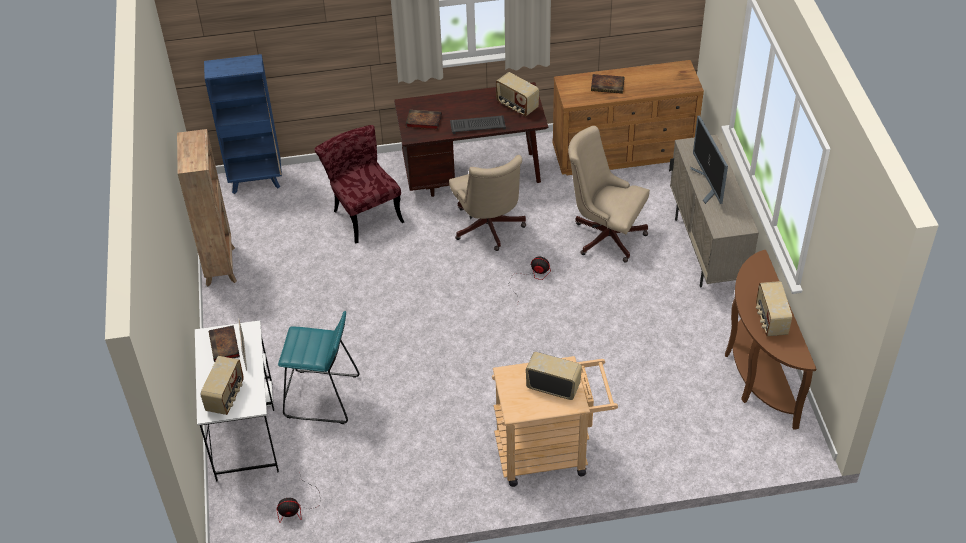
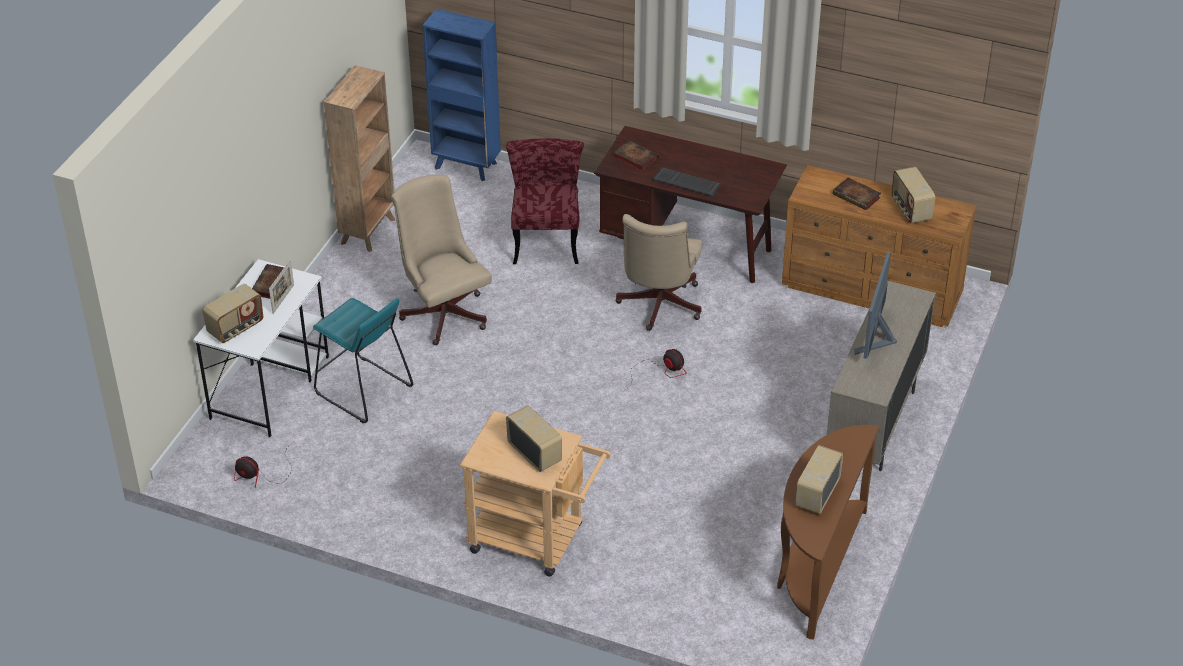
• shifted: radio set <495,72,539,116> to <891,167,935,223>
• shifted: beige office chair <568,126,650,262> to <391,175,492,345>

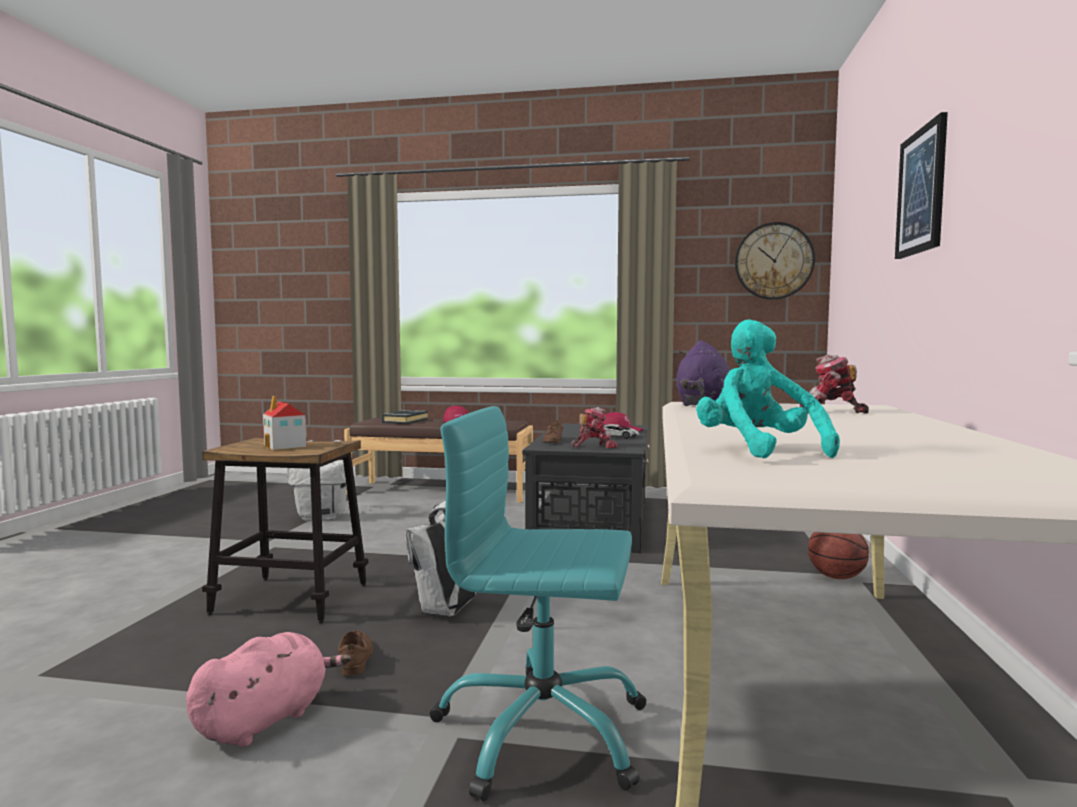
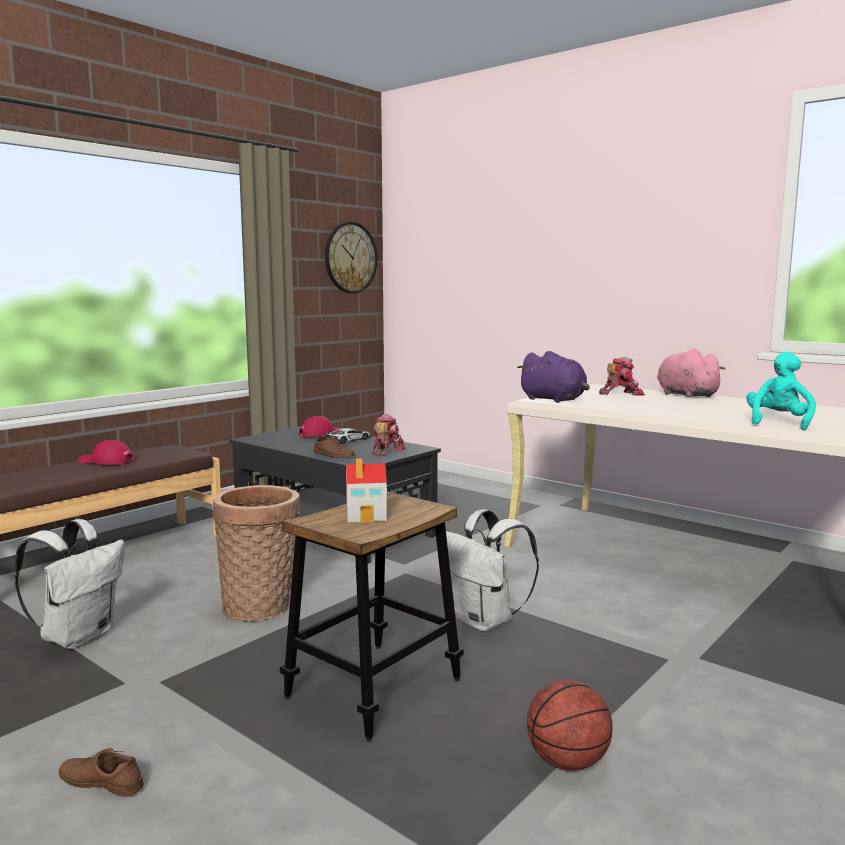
• gone: black-coloured bound book <382,410,429,424>
• gone: blue-green office chair <430,406,647,801>
• gone: picture <895,112,948,259>
• new: household basket <212,485,300,622>
• shifted: pink soft toy <186,632,351,747> to <657,349,726,398>
• shifted: brown-coloured low shoe <338,630,373,676> to <59,748,144,797>
• shifted: basketball <808,532,869,579> to <527,680,613,771>
• rotated: blue-green soft toy <696,320,840,459> = <746,352,816,431> 105 degrees clockwise
• rotated: toy robot <800,355,869,414> = <599,357,645,396> 150 degrees counterclockwise

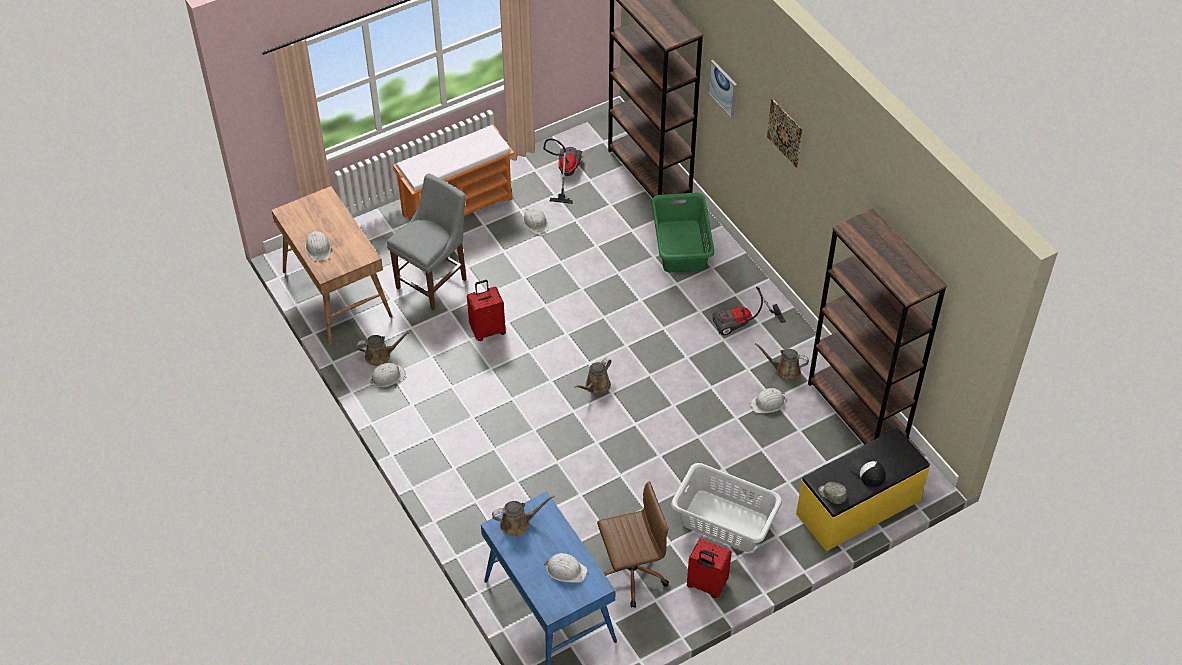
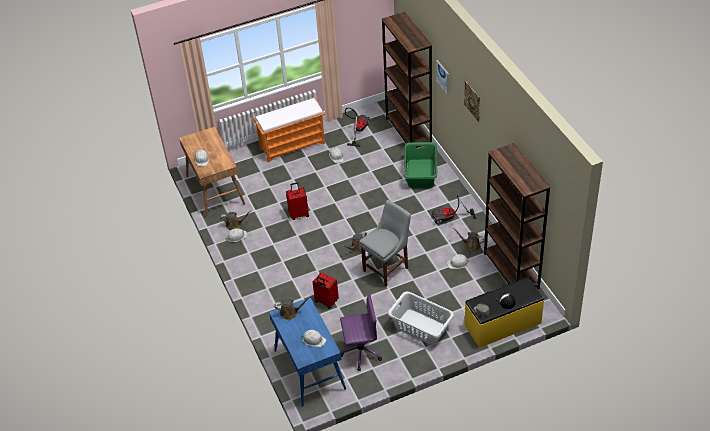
• shifted: grey upright chair <387,173,466,310> to <359,200,411,287>
• shifted: red suitcase <687,539,732,598> to <313,272,339,308>
• repainted: brown-coloured office chair <597,481,669,608> to purple-coloured office chair <340,294,382,371>

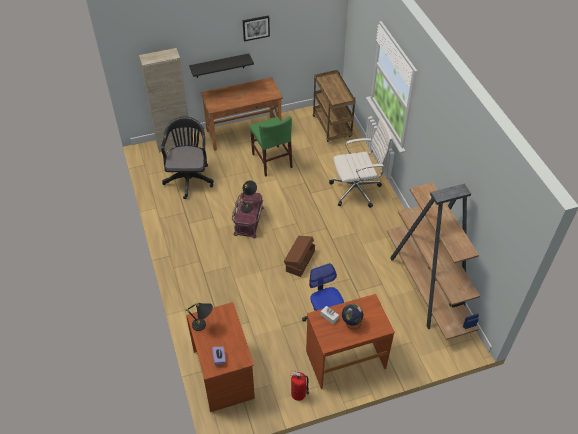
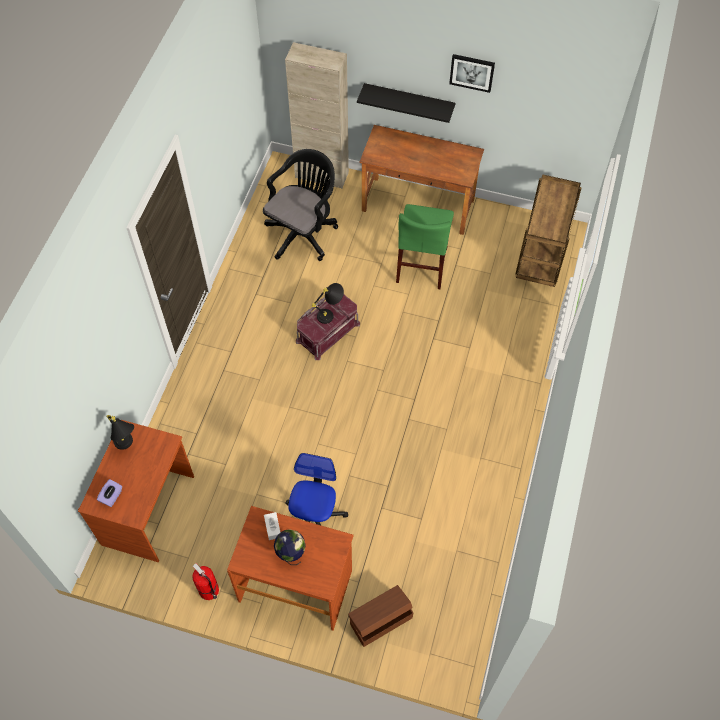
• gone: whitish office chair <329,117,392,208>
• gone: brown-coloured shelving unit <387,182,480,340>
• shifted: brown-coloured storage bin <284,236,315,277> to <348,585,413,647>

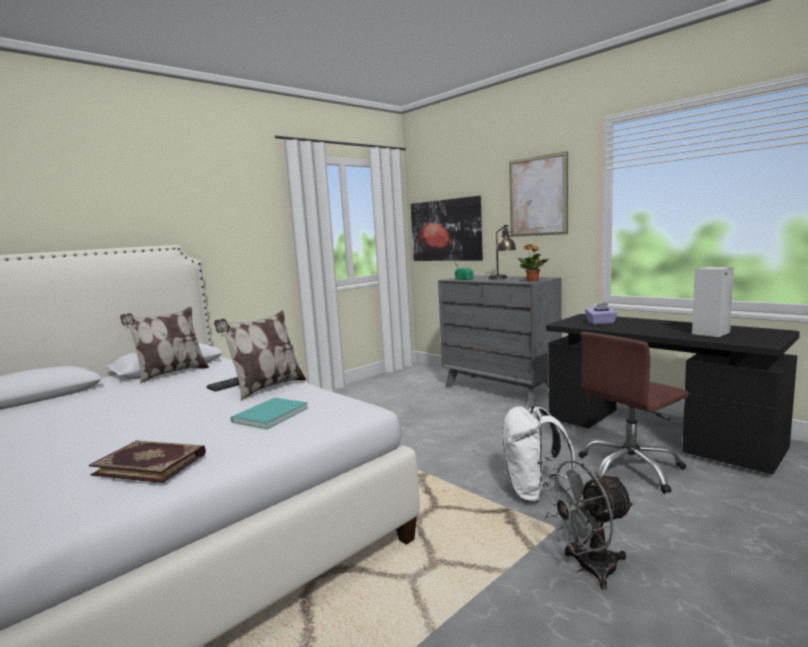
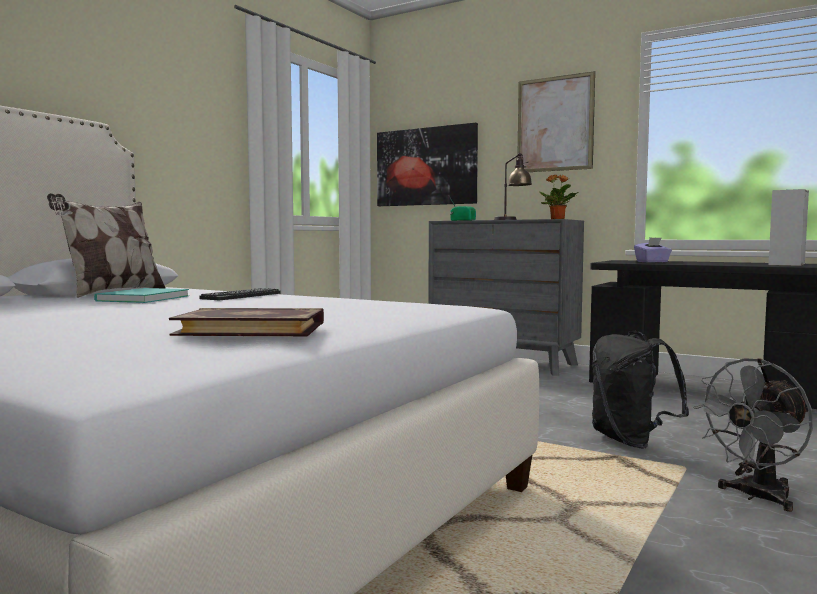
• gone: cushion <214,310,306,401>
• gone: brown-coloured office chair <579,332,689,494>
• shifted: blue-green bound book <231,398,308,429> to <94,288,189,303>
• repainted: whitish knapsack <502,406,577,503> to black-coloured knapsack <592,330,689,448>

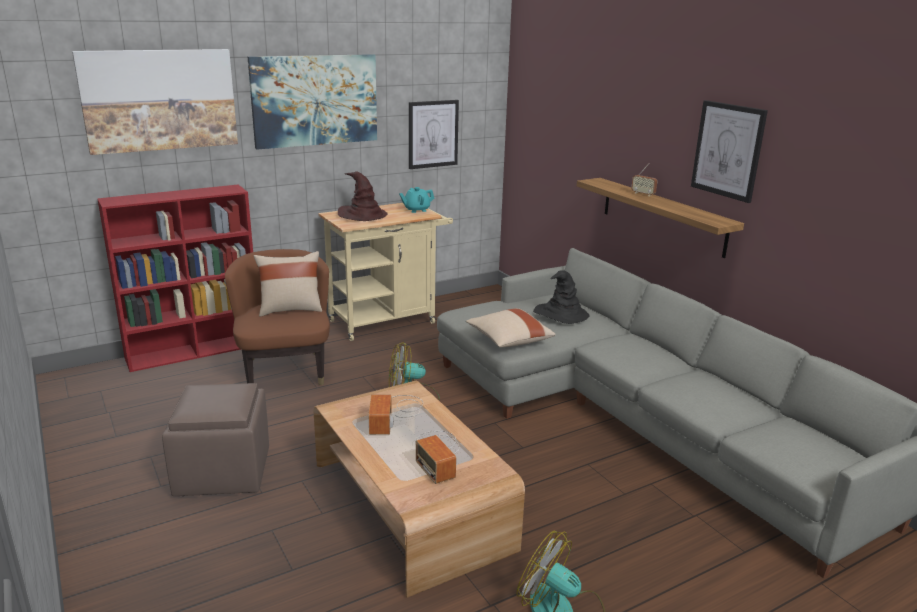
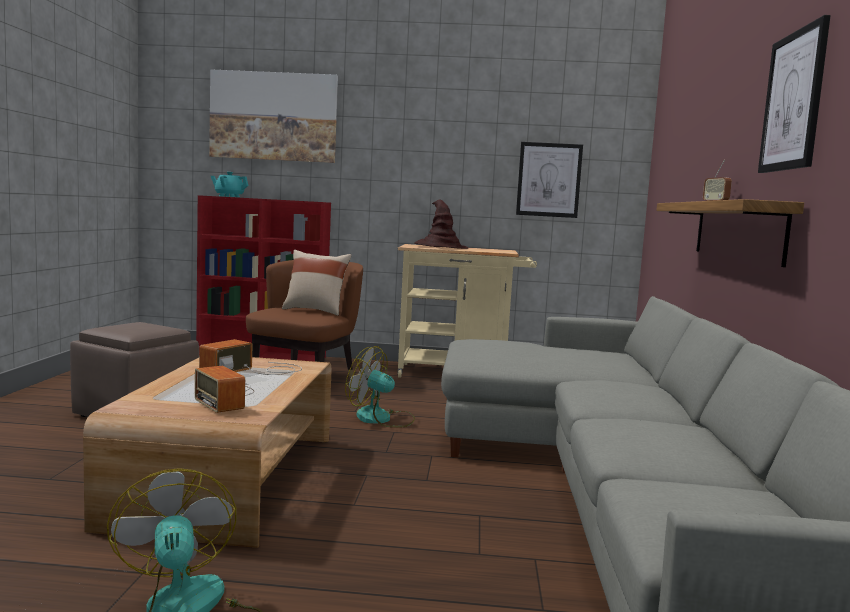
• gone: picture <248,54,377,149>
• gone: beige cushion <466,308,556,347>
• gone: black-coloured clothing hat <533,271,590,324>
• shifted: blue-green tea pot <399,187,434,213> to <211,172,248,197>
• rotated: radio set <416,431,460,484> = <195,366,254,413> 45 degrees counterclockwise

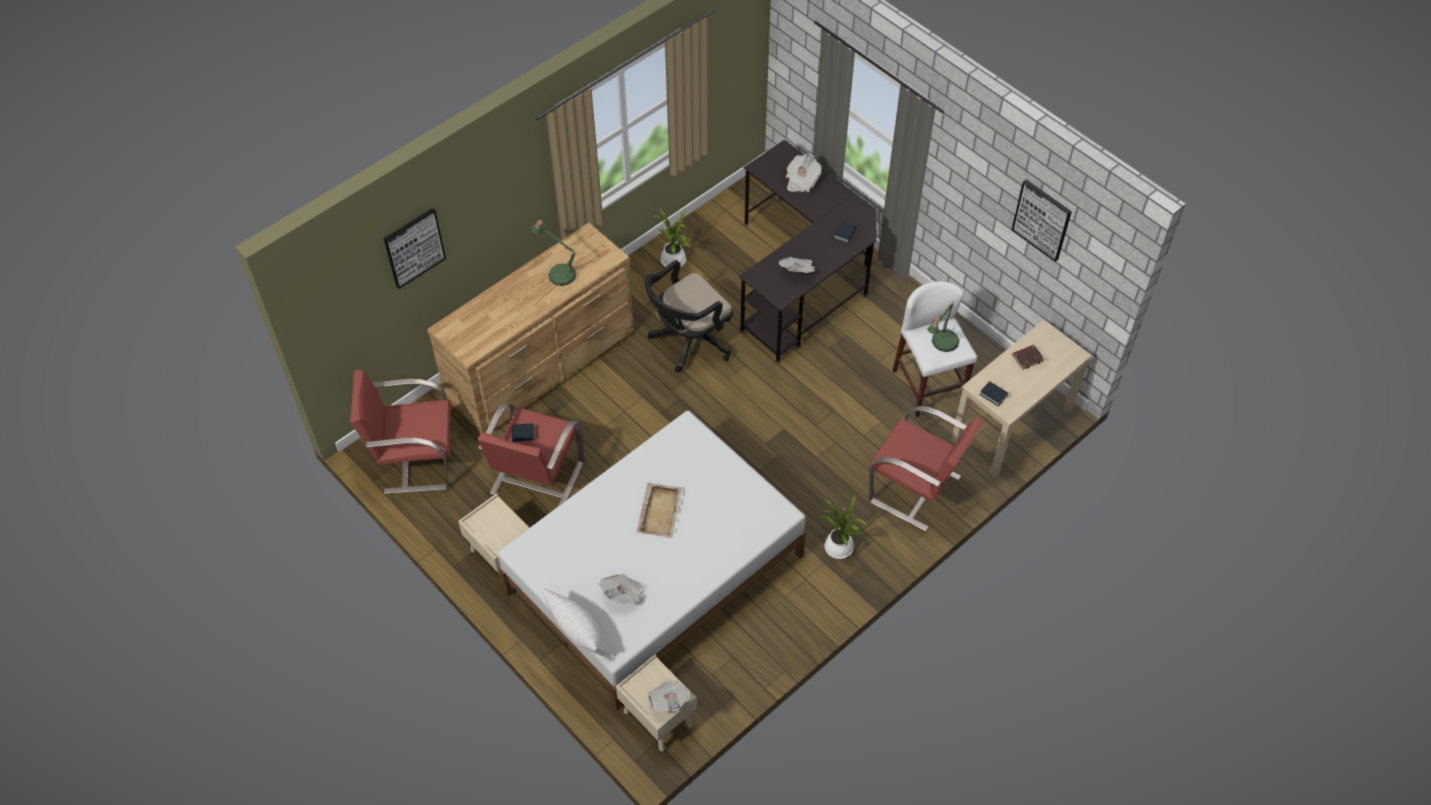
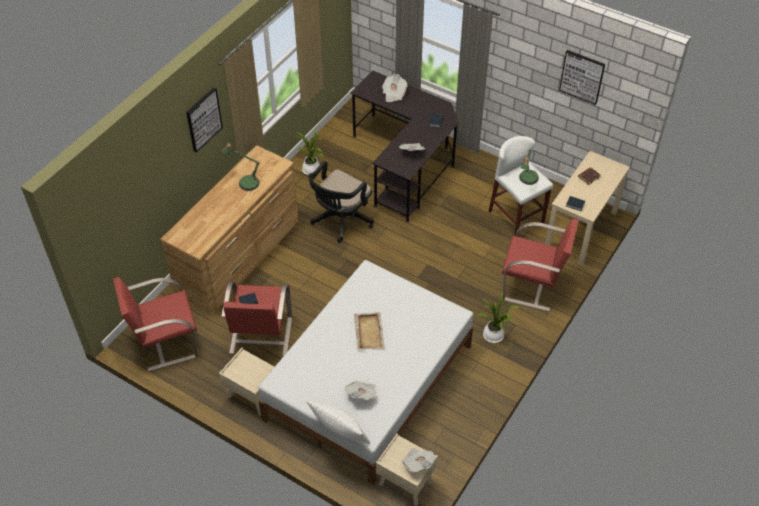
• shifted: picture <384,208,446,289> to <186,88,223,153>

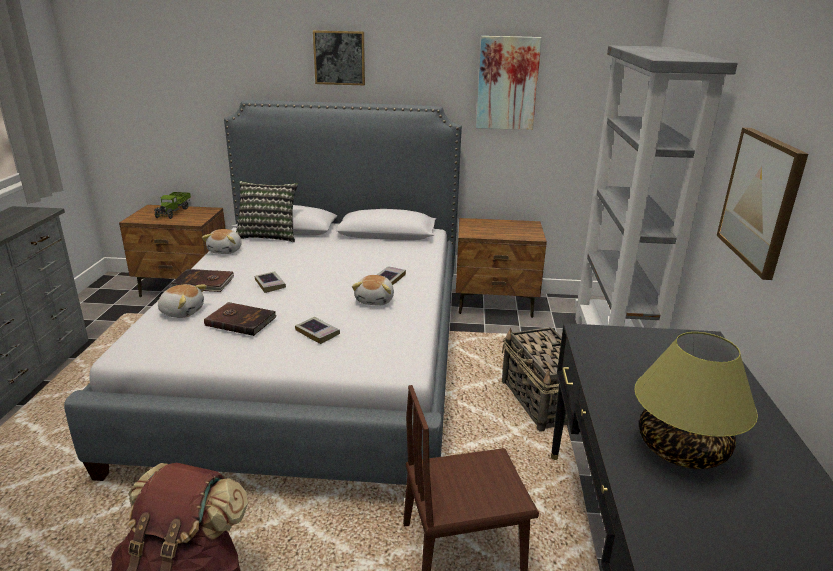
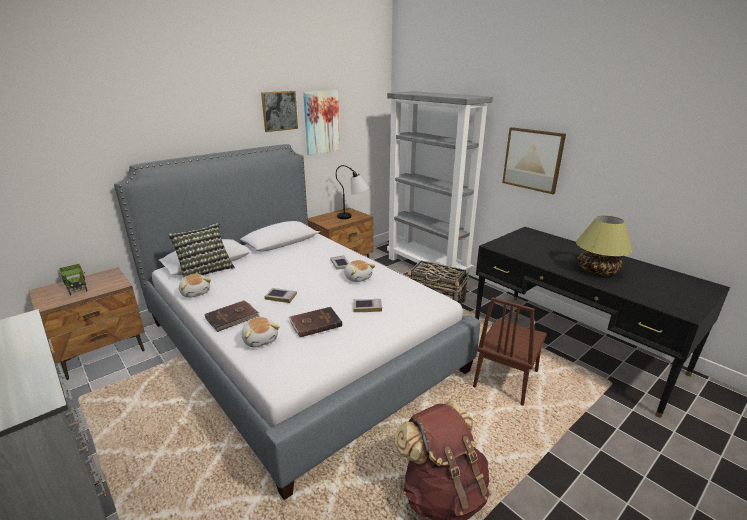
• new: table lamp <336,165,370,219>
• shifted: picture <313,30,365,85> to <261,91,298,132>
• rotated: soft toy <157,284,207,318> = <241,317,280,347> 90 degrees clockwise

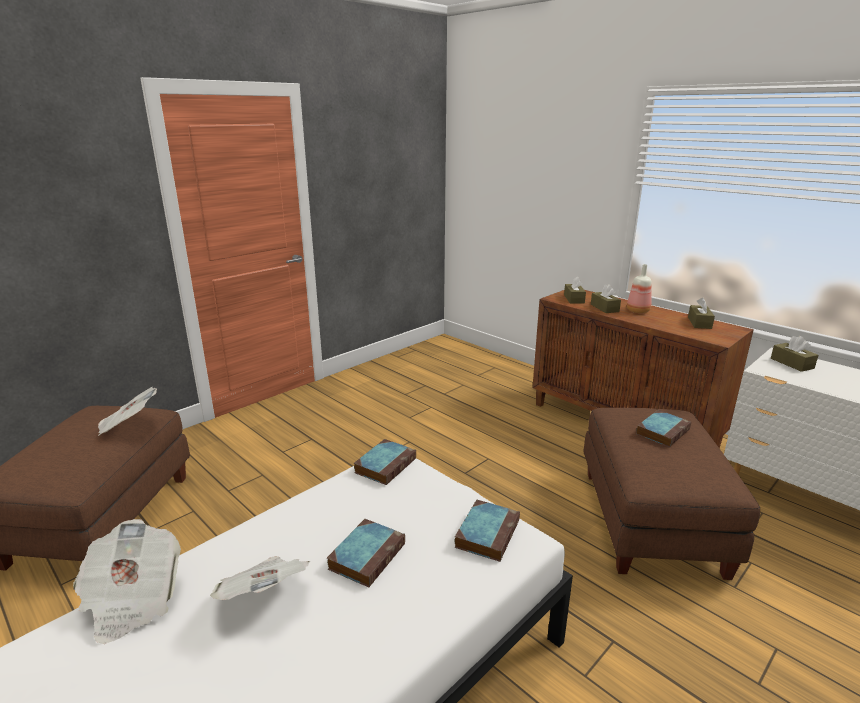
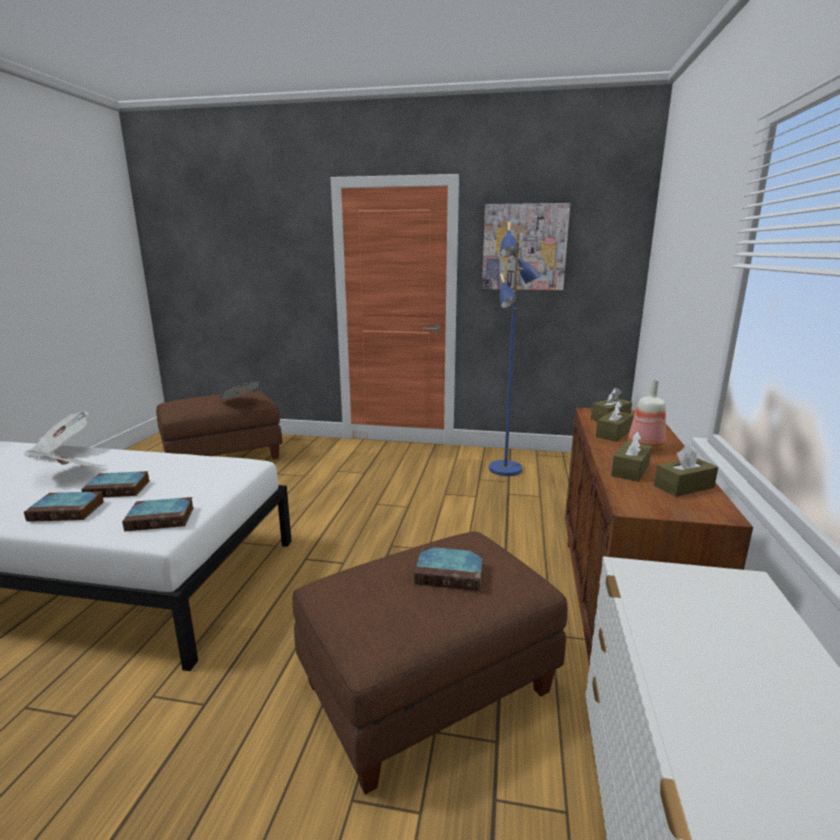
• new: picture <482,203,570,290>
• new: bluish floor lamp <489,221,540,476>
• shifted: bound book <354,439,416,485> to <24,491,105,522>
• shifted: brown-coloured tissue box <771,336,818,372> to <611,431,652,482>

